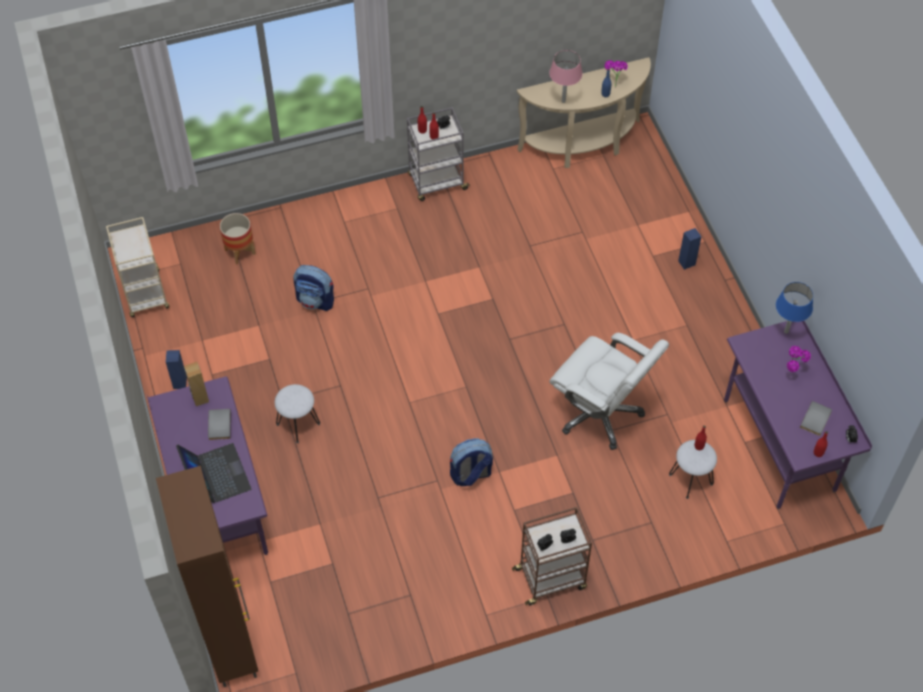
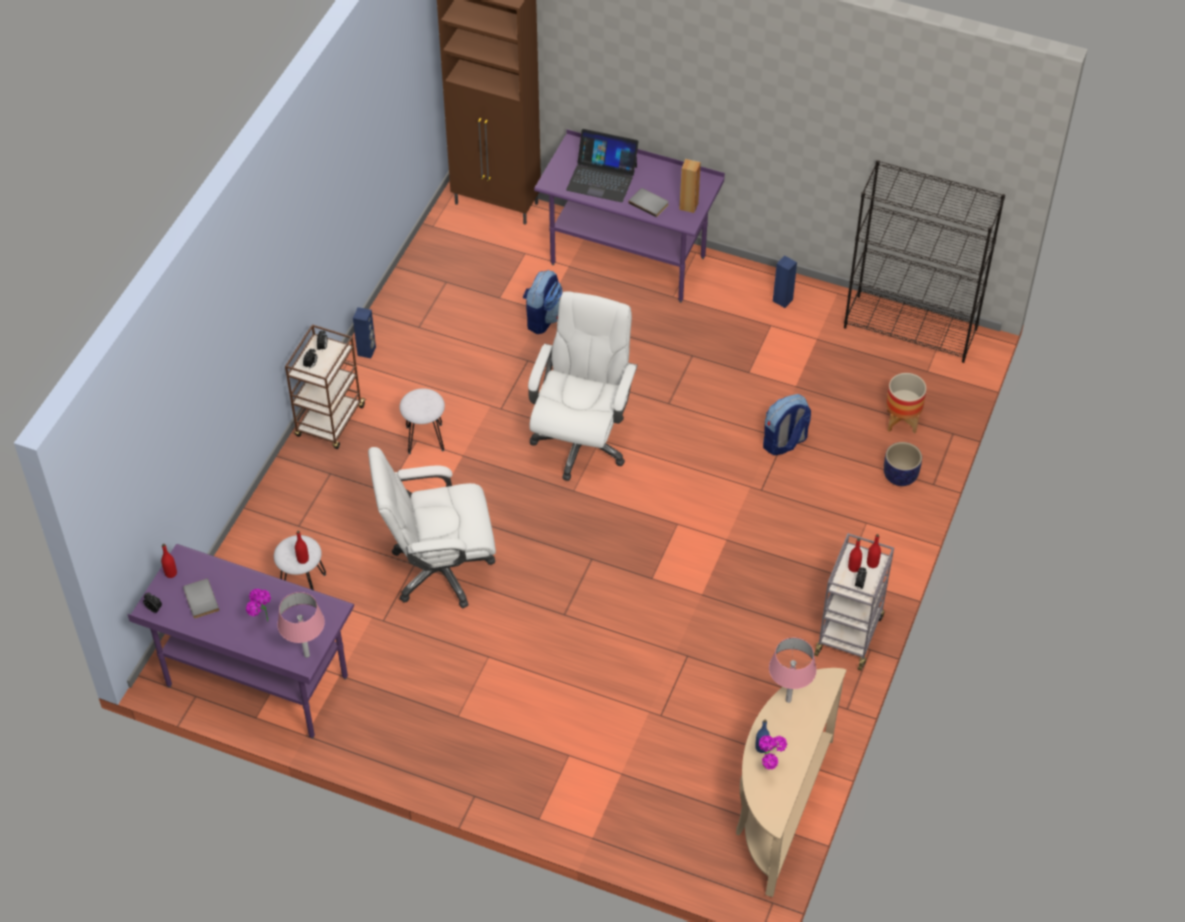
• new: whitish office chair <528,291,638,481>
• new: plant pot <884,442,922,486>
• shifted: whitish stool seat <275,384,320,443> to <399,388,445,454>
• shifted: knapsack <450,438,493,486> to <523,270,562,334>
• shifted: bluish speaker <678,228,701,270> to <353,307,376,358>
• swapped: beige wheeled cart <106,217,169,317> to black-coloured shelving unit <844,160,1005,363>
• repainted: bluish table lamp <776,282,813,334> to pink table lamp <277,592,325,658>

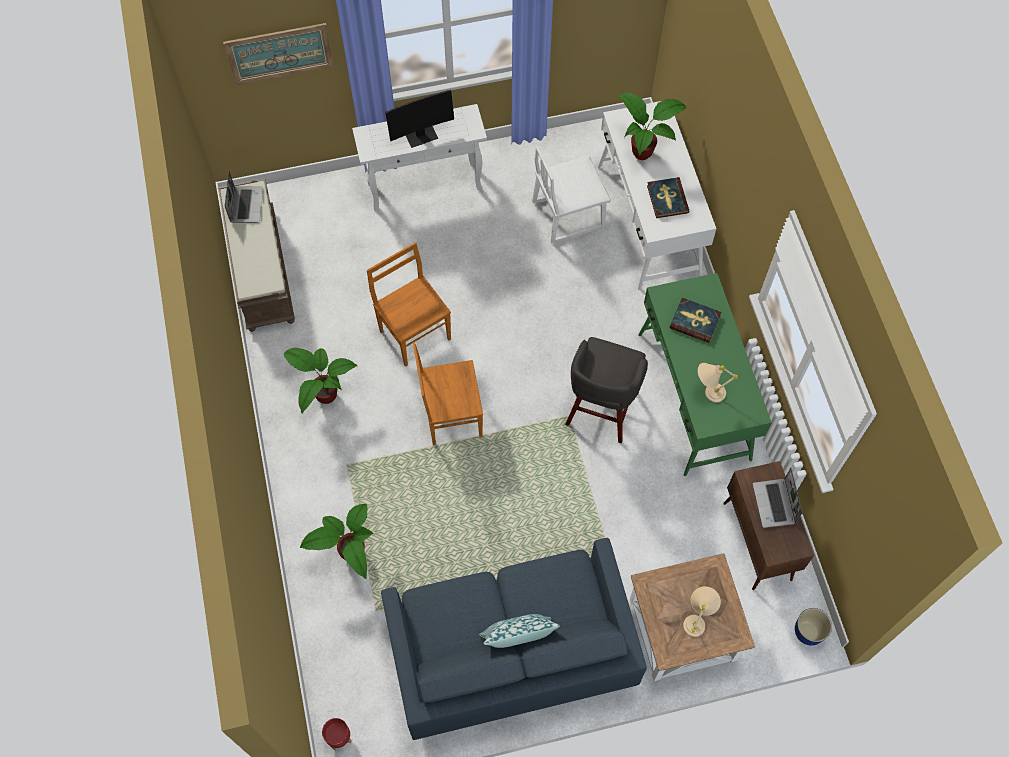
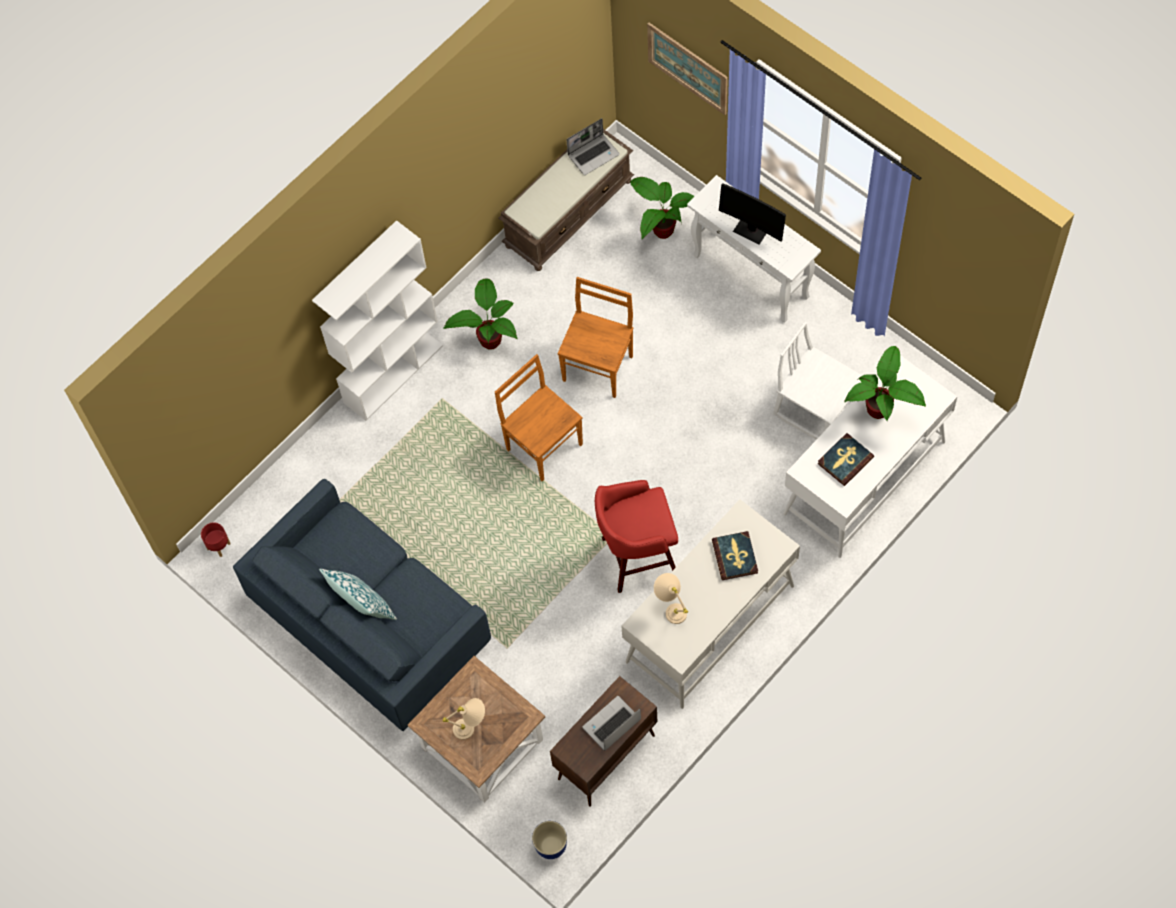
• new: whitish shelving unit <312,220,443,421>
• shifted: plant in a pot <300,504,374,579> to <630,177,695,239>
• repainted: grey stool seat <565,337,648,443> to red stool seat <595,480,678,593>
• repainted: greenish desk <638,273,772,476> to whitish desk <622,499,800,709>

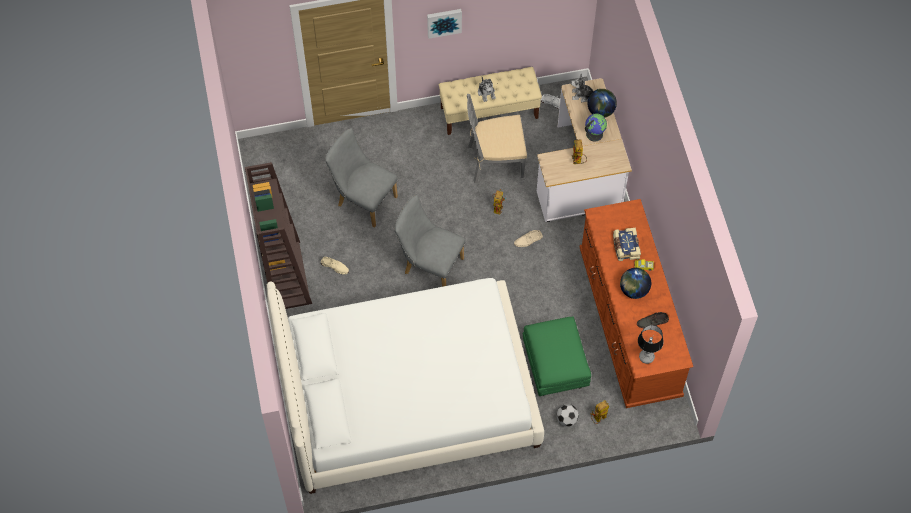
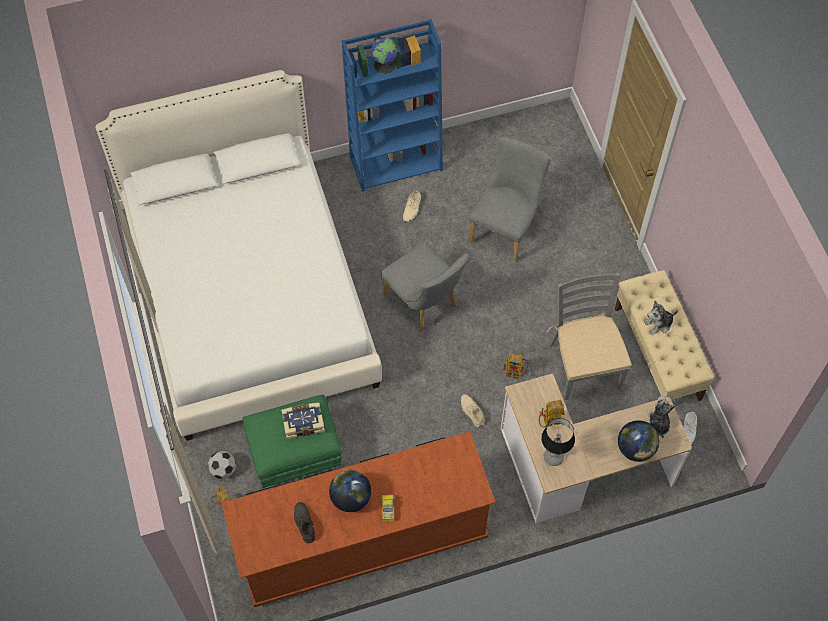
• gone: picture <427,9,462,39>
• shifted: desk globe <585,113,607,141> to <370,36,398,74>
• shifted: bound book <613,228,641,261> to <281,402,325,439>
• shifted: table lamp <638,325,664,364> to <541,418,575,466>
• repainted: brown-coloured shelving unit <245,162,312,309> to bluish shelving unit <342,19,443,192>
• rotated: grey upright chair <394,195,465,287> = <381,242,469,332> 120 degrees clockwise

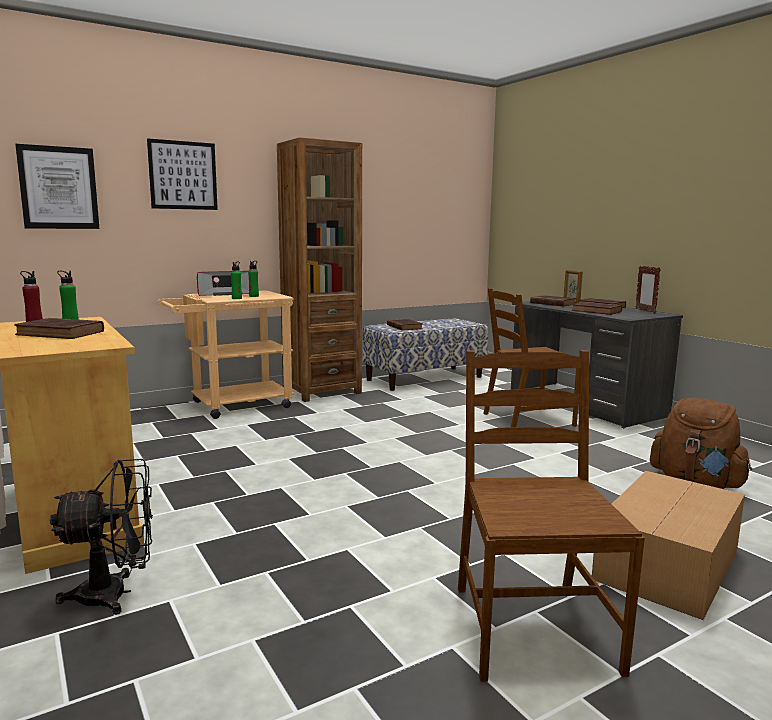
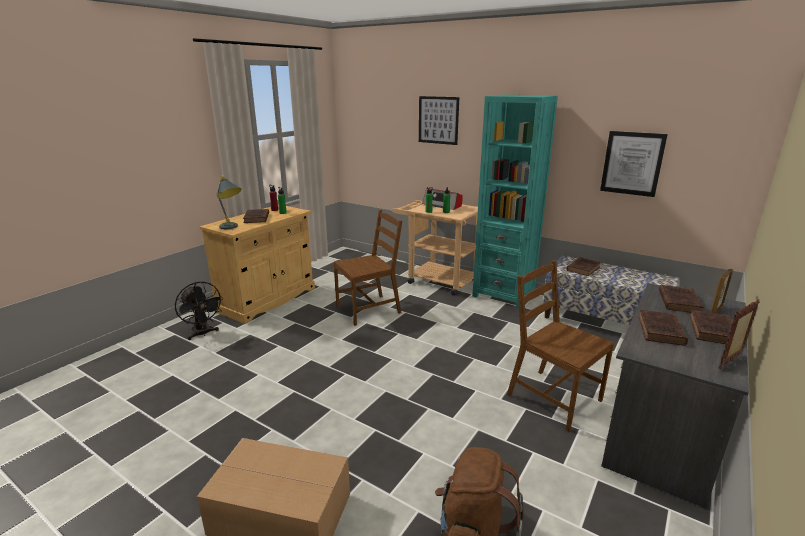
• new: grey table lamp <216,175,241,229>
• shifted: picture <15,144,99,229> to <600,131,668,197>
• shifted: brown-coloured upright chair <458,350,645,682> to <334,210,402,326>
• repainted: brown-coloured shelving unit <277,137,362,402> to blue-green shelving unit <472,95,558,309>

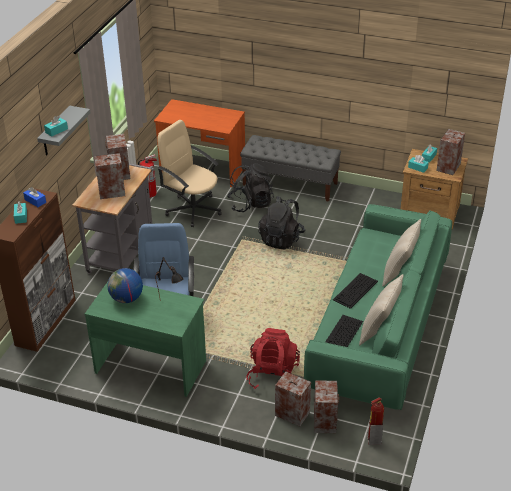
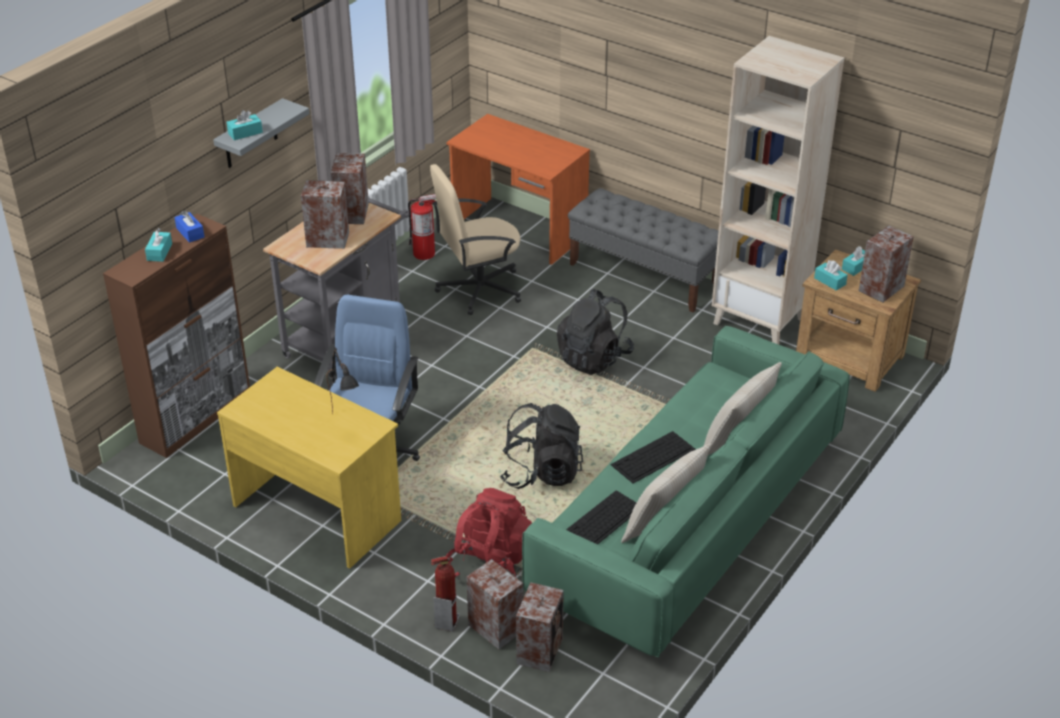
• gone: desk globe <107,268,143,303>
• new: beige shelving unit <712,36,844,345>
• shifted: black-coloured knapsack <227,163,274,212> to <500,403,583,489>
• shifted: fire extinguisher <367,397,384,445> to <431,556,460,632>
• repainted: greenish desk <85,282,206,397> to yellow desk <217,367,401,569>
• rotated: beige office chair <158,120,222,227> = <430,164,521,315> 75 degrees counterclockwise

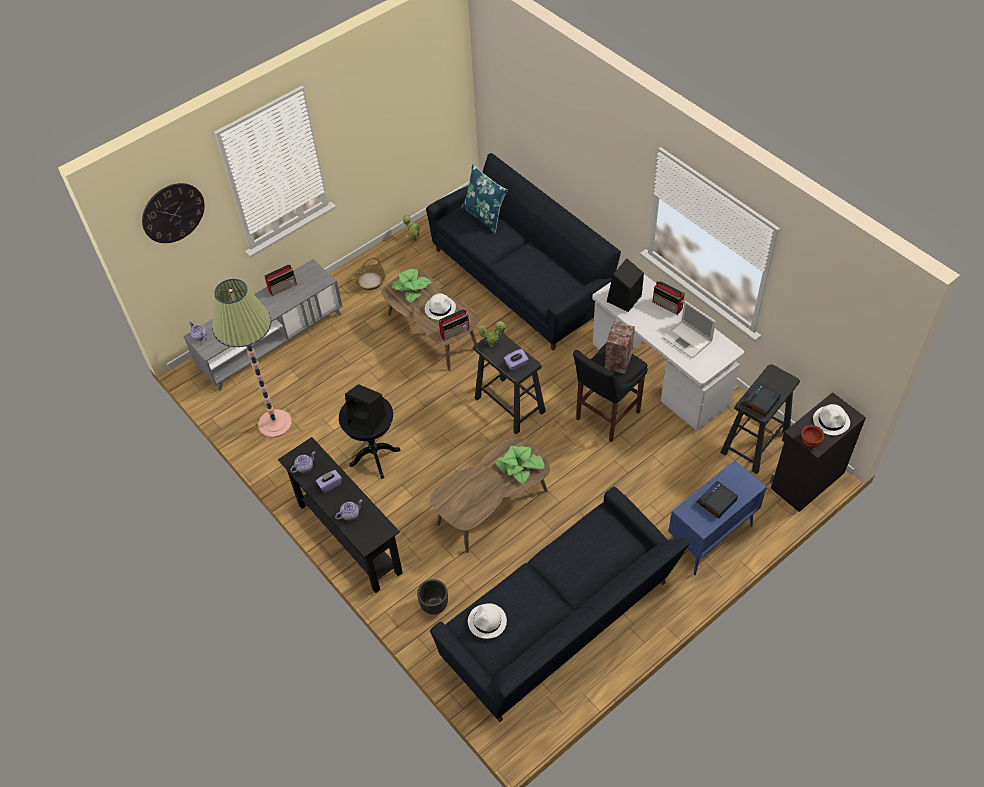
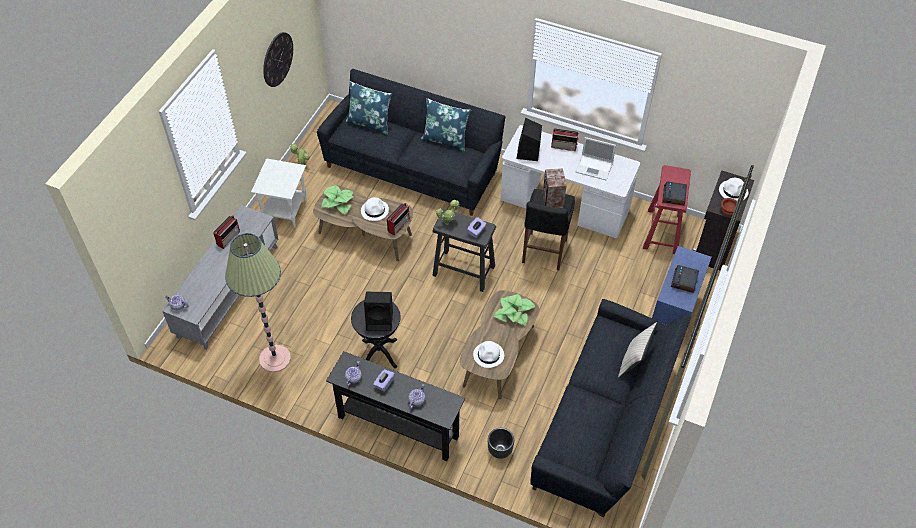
• new: bluish cushion <421,98,471,152>
• new: beige cushion <618,322,657,377>
• shifted: wall clock <142,183,205,243> to <263,32,293,87>
• shifted: whitish clothing hat <468,603,507,639> to <473,341,504,368>
• swapped: household basket <353,257,386,290> to whitish end table <251,158,307,227>
• repainted: black-coloured stool seat <720,364,800,474> to red stool seat <643,165,691,254>

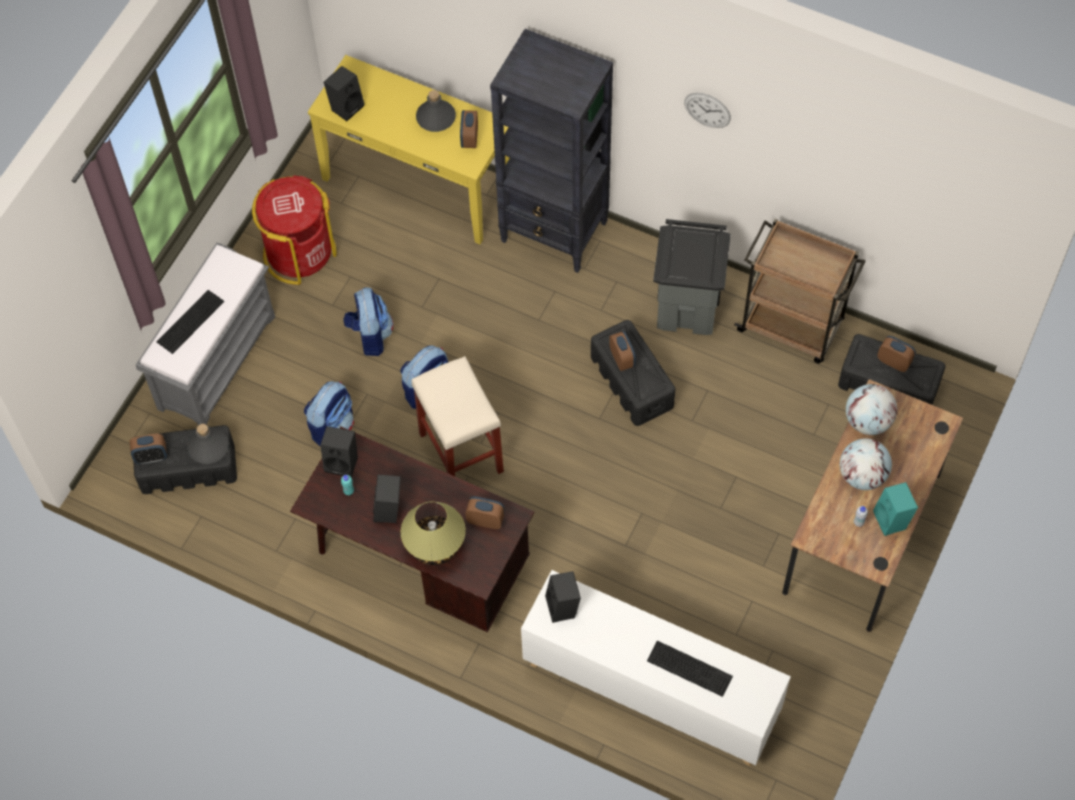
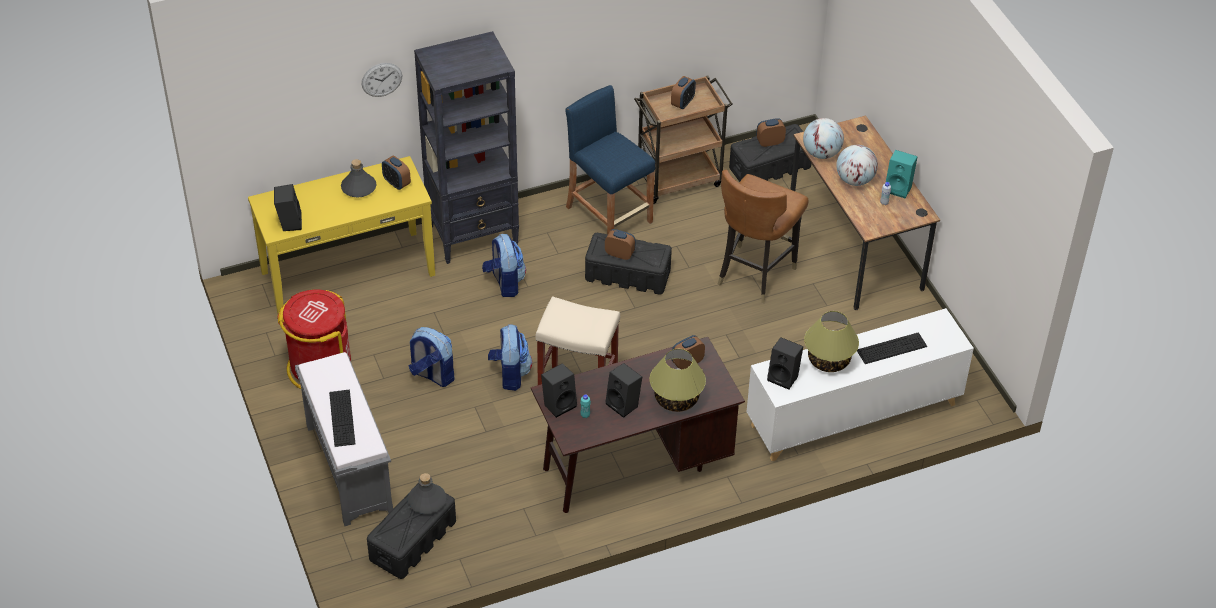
• new: brown-coloured upright chair <718,170,809,303>
• new: table lamp <804,311,859,372>
• shifted: table clock <129,434,167,464> to <671,76,696,109>
• shifted: knapsack <304,381,354,447> to <482,234,526,297>
• shifted: wall clock <684,93,731,128> to <362,63,402,97>
• swapped: grey rubbish bin <653,219,731,335> to bluish stool seat <565,85,655,234>

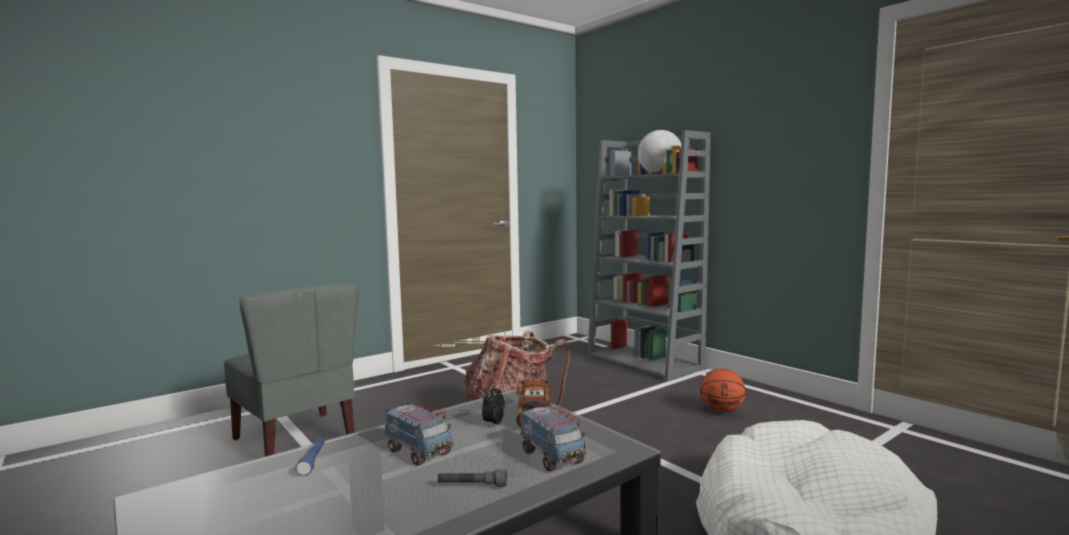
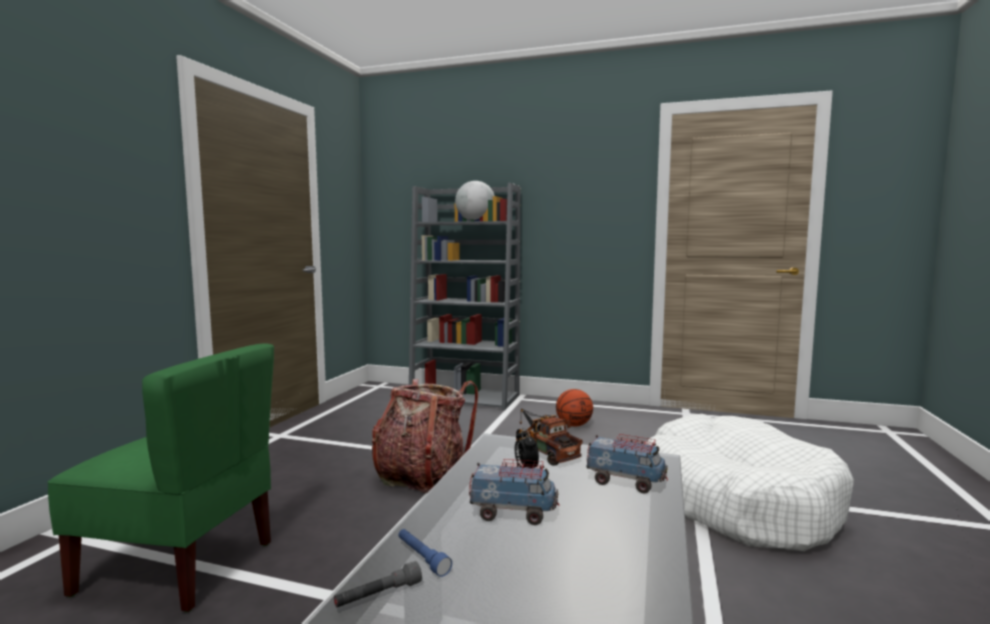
• shifted: grey torch <438,469,507,487> to <334,561,422,607>
• repainted: grey upright chair <224,283,358,457> to greenish upright chair <48,343,274,613>

